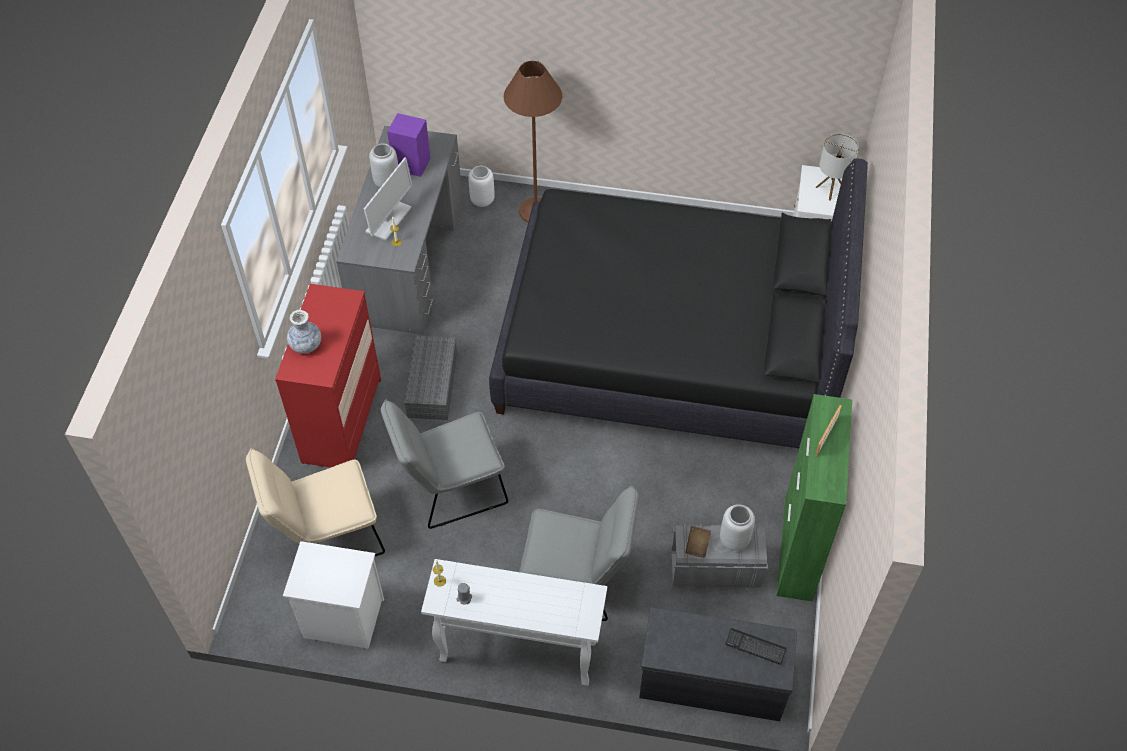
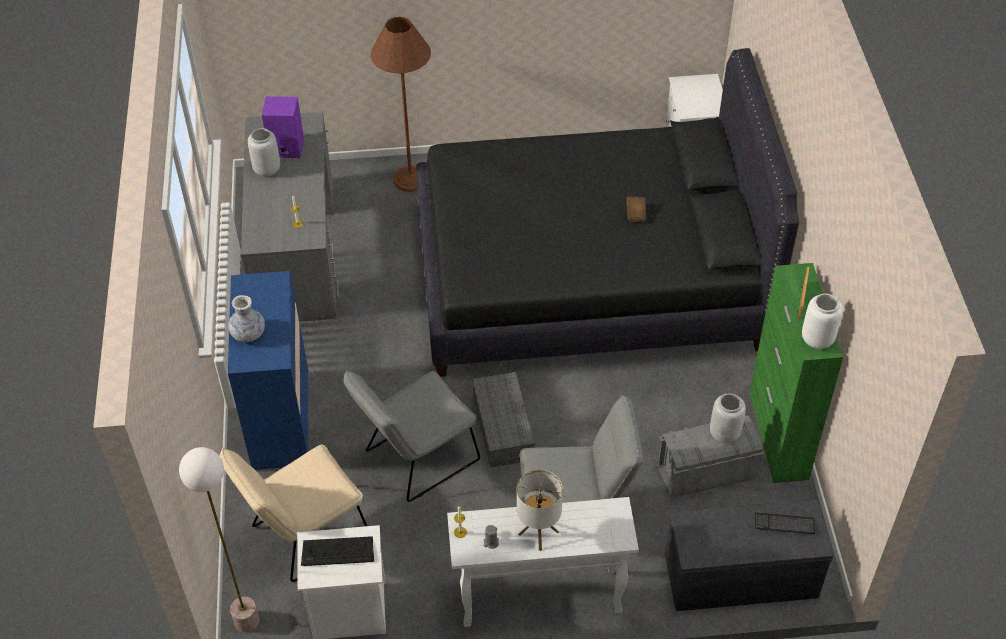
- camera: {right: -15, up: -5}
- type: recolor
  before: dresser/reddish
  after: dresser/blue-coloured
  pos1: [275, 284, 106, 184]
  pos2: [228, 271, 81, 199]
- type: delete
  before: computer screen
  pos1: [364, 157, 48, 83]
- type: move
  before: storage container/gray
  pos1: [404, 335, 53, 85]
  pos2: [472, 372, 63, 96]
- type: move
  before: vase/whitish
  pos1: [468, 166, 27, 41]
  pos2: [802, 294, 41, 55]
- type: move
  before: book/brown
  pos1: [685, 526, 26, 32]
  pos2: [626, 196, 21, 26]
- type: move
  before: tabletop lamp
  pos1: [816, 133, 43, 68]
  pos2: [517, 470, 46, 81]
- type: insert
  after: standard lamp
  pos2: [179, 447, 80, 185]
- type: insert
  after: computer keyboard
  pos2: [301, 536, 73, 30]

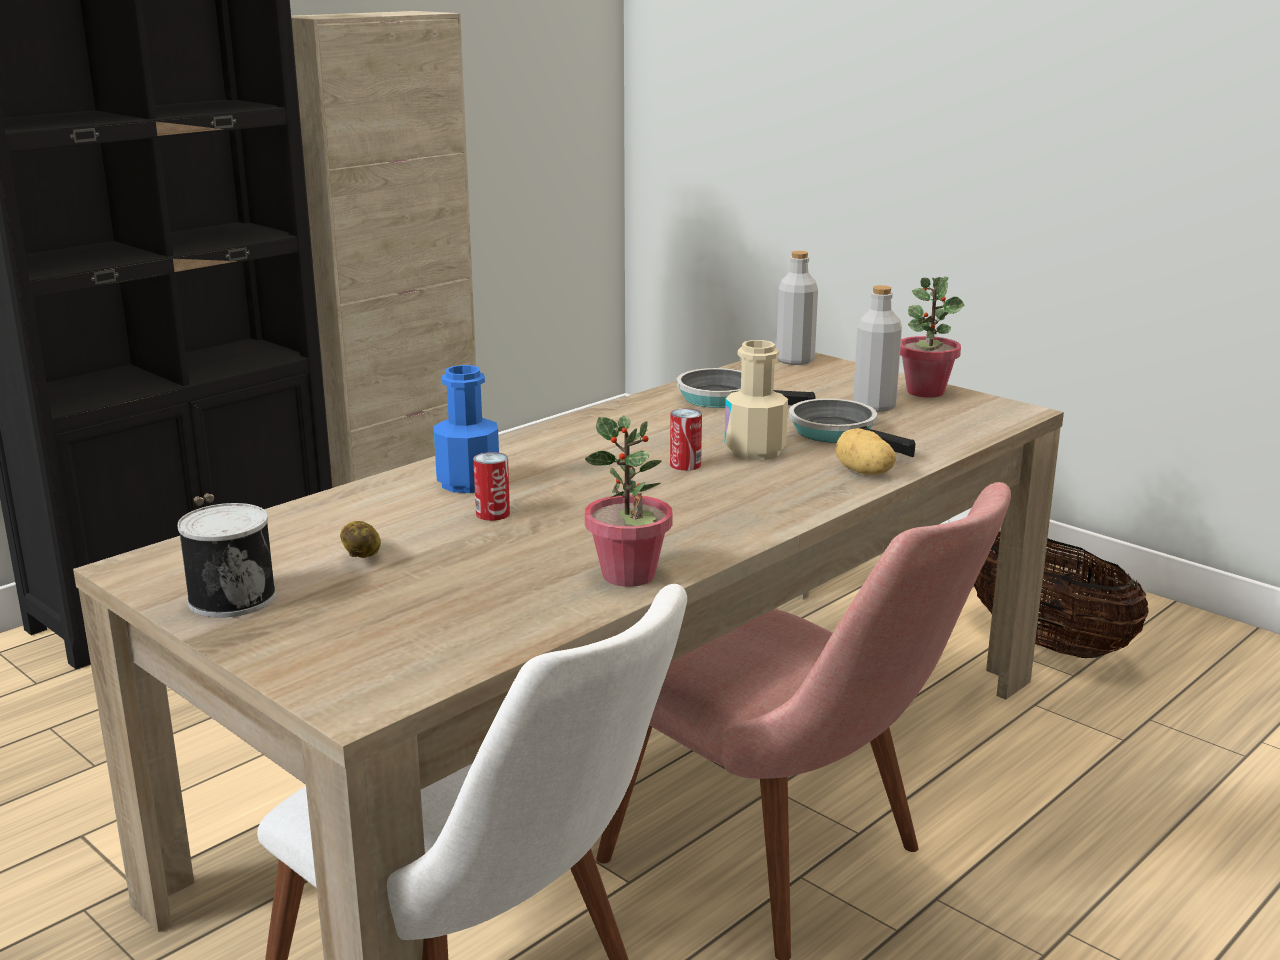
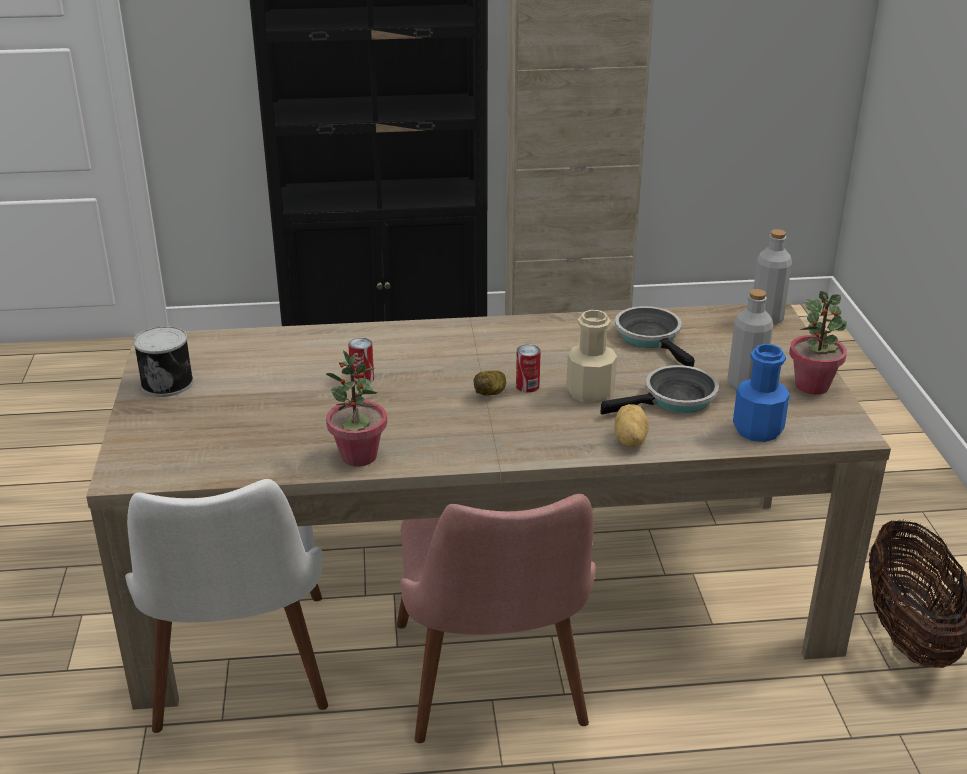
- camera: {right: 40, up: 10}
- type: move
  before: potato
  pos1: [340, 521, 41, 37]
  pos2: [473, 370, 33, 26]
- type: move
  before: drink bottle/blue-coloured
  pos1: [434, 365, 65, 128]
  pos2: [733, 344, 57, 98]
- type: rotate
  before: frying pan
  pos1: [789, 398, 127, 59]
  pos2: [600, 365, 119, 50]
  turn: 60

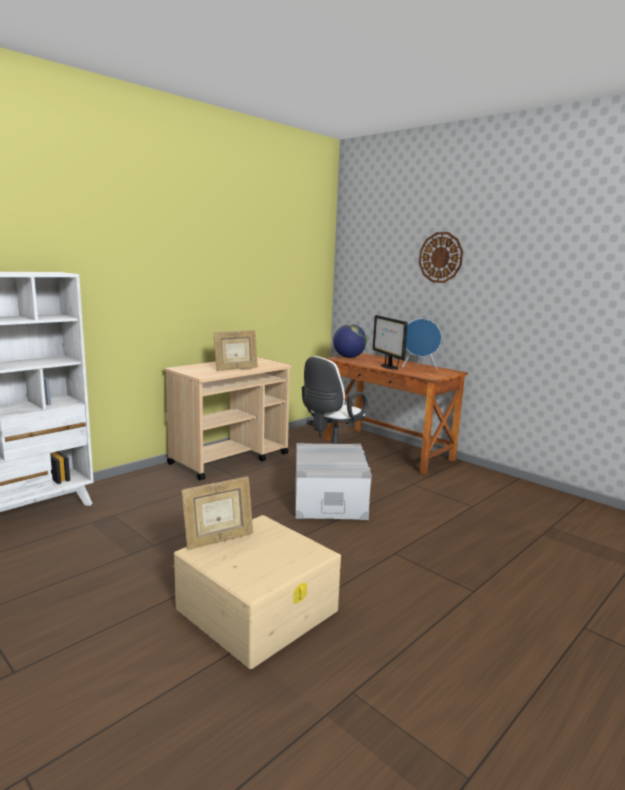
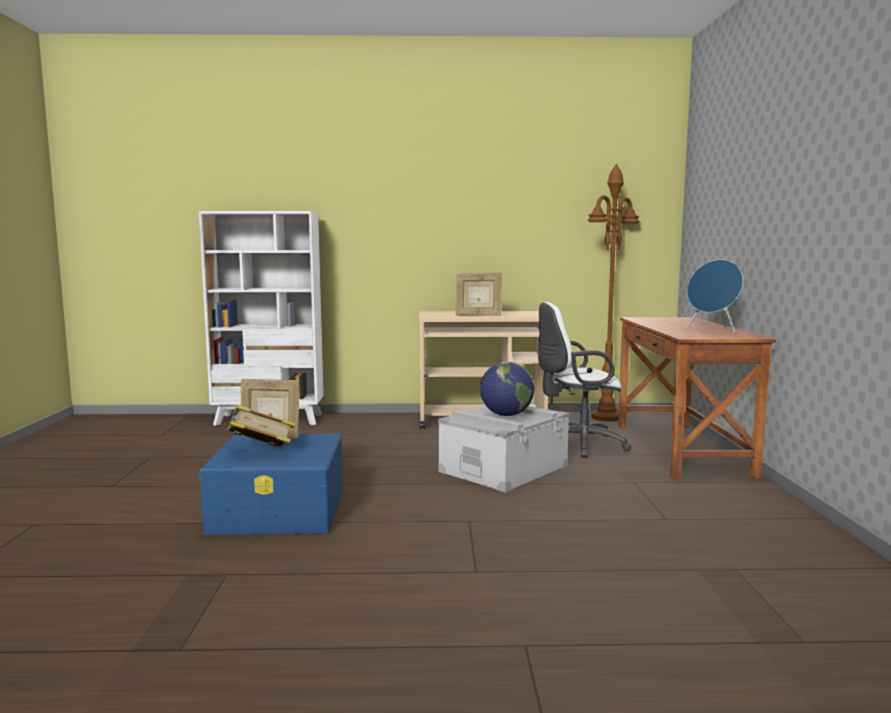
- camera: {right: 45, up: -5}
- type: recolor
  before: storage container/sand-coloured
  after: storage container/blue-coloured
  pos1: [173, 515, 168, 154]
  pos2: [199, 434, 144, 101]
- type: move
  before: desk globe
  pos1: [333, 324, 34, 34]
  pos2: [480, 362, 54, 54]
- type: delete
  before: computer screen
  pos1: [373, 315, 35, 55]
- type: delete
  before: wall clock
  pos1: [419, 232, 44, 51]
- type: insert
  after: book
  pos2: [223, 405, 73, 41]
- type: insert
  after: standard lamp/brown
  pos2: [587, 164, 53, 258]

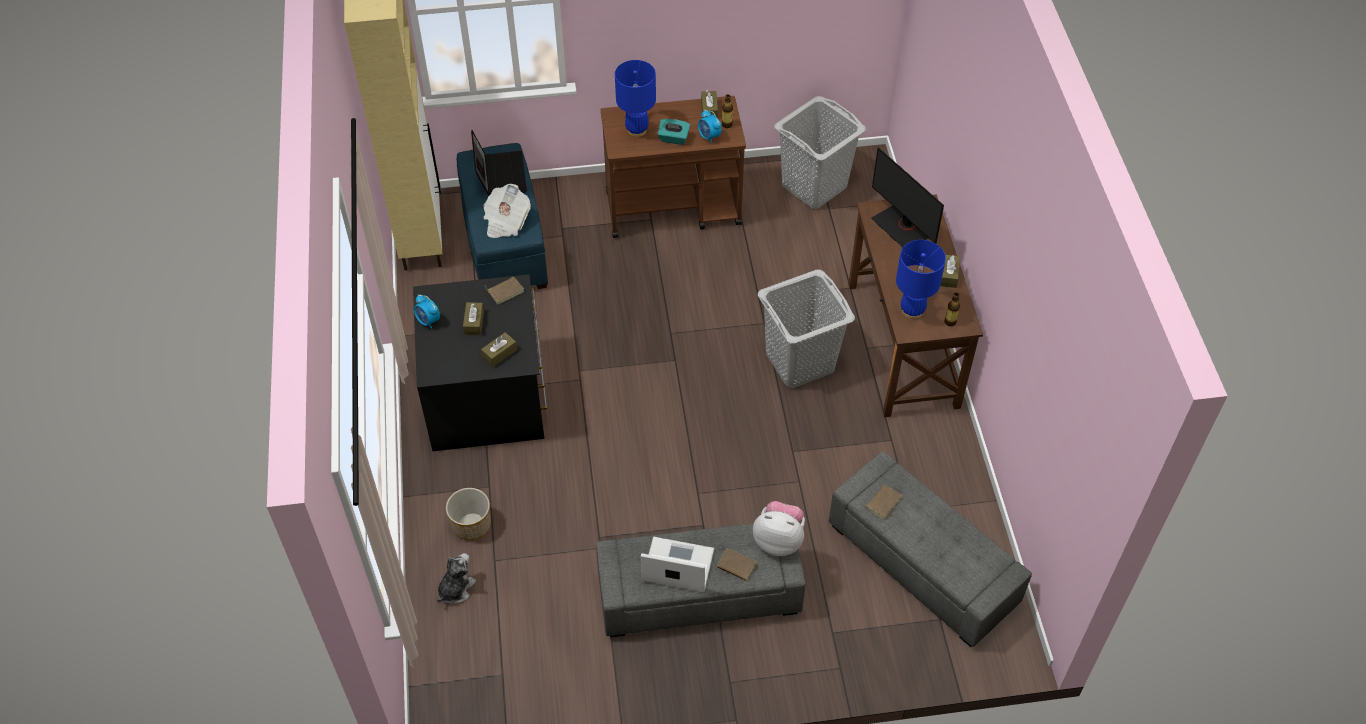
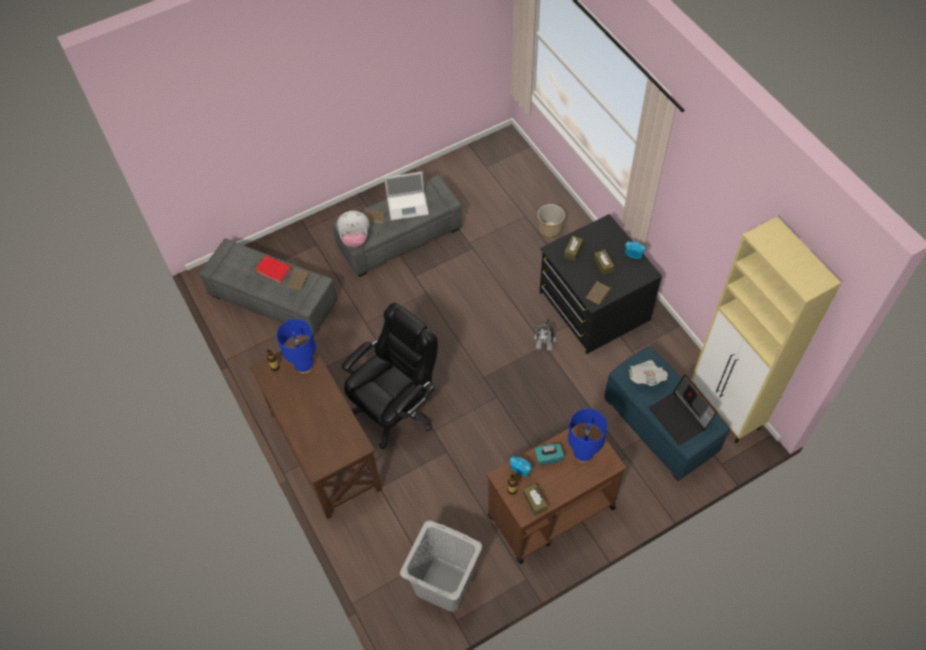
- camera: {right: 160, up: 5}
- type: move
  before: cuddly toy
  pos1: [437, 553, 39, 51]
  pos2: [534, 318, 22, 33]
- type: replace
  before: washing basket/gray
  after: office chair/black
  pos1: [758, 270, 97, 118]
  pos2: [342, 303, 96, 146]
- type: delete
  before: computer screen
  pos1: [871, 147, 73, 100]
- type: delete
  before: tissue holder/brown
  pos1: [940, 255, 20, 33]
- type: insert
  after: book/reddish
  pos2: [255, 255, 37, 29]

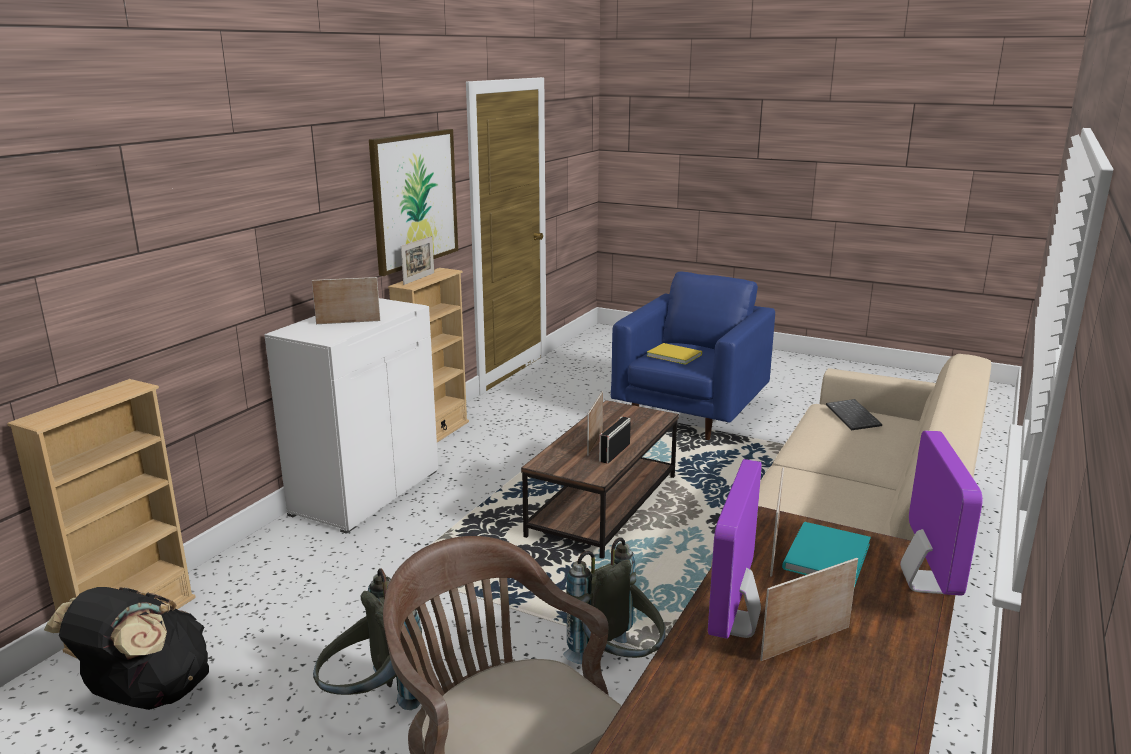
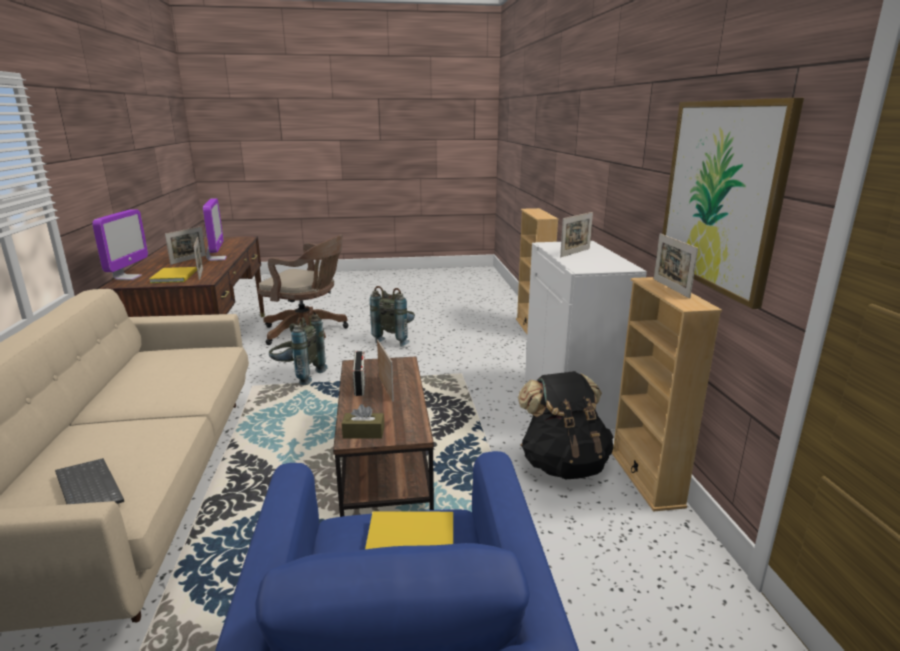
- camera: {right: 145, up: 0}
- type: move
  before: backpack/black
  pos1: [44, 587, 165, 123]
  pos2: [518, 371, 96, 108]
- type: recolor
  before: book/blue-green
  after: book/yellowish
  pos1: [782, 522, 89, 65]
  pos2: [149, 267, 48, 16]
- type: rotate
  before: computer screen
  pos1: [900, 431, 83, 165]
  pos2: [92, 209, 56, 71]
  turn: -150
- type: insert
  after: tissue holder/brown
  pos2: [342, 404, 42, 35]

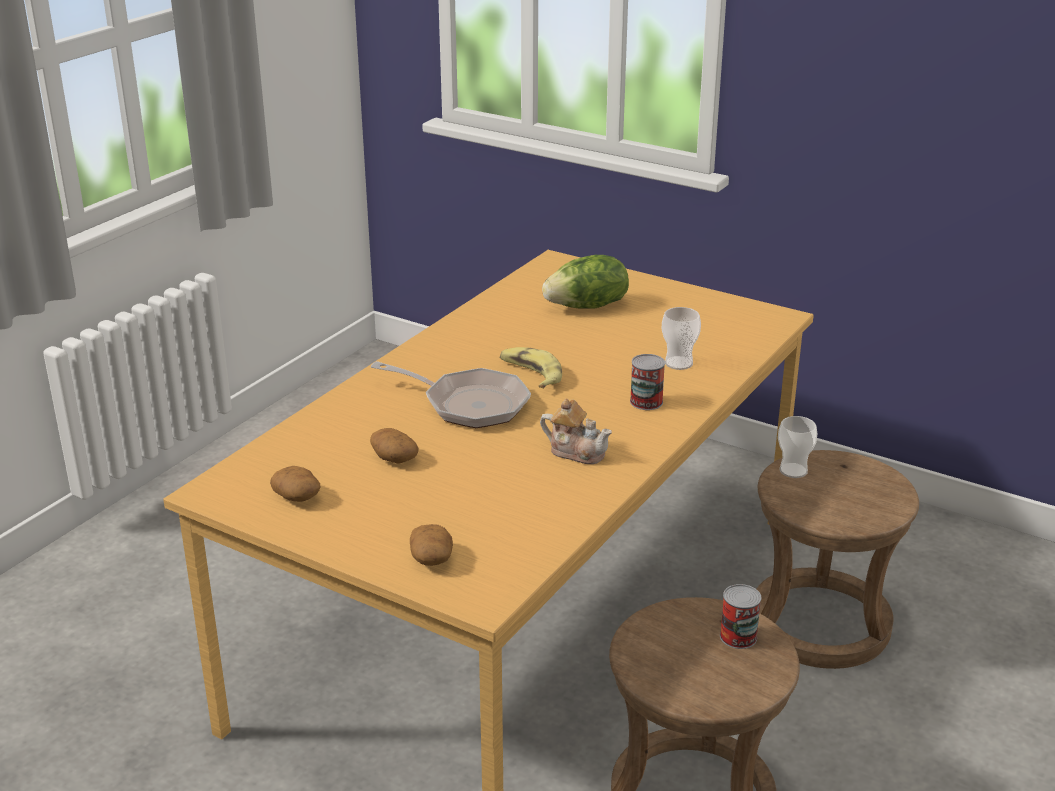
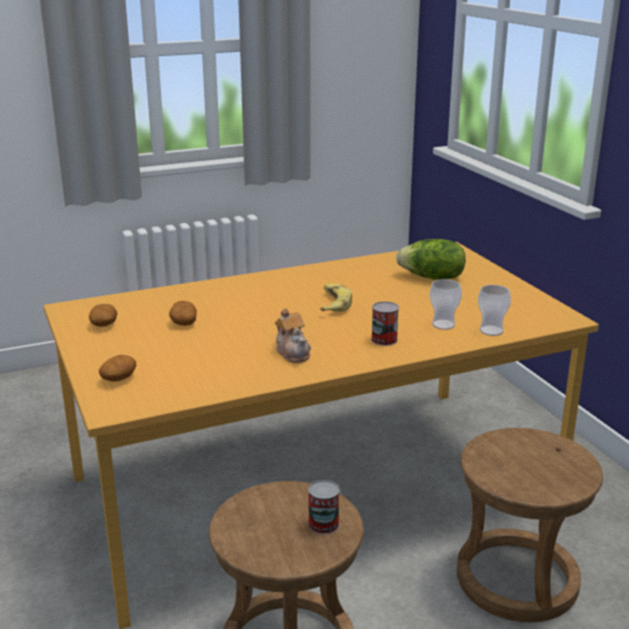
- camera: {right: 35, up: -5}
- type: delete
  before: frying pan
  pos1: [371, 361, 160, 67]
- type: move
  before: small cup
  pos1: [778, 416, 40, 62]
  pos2: [478, 285, 33, 51]

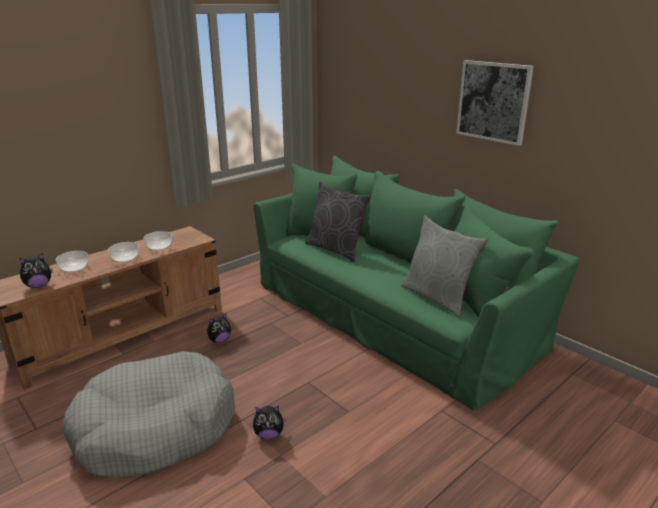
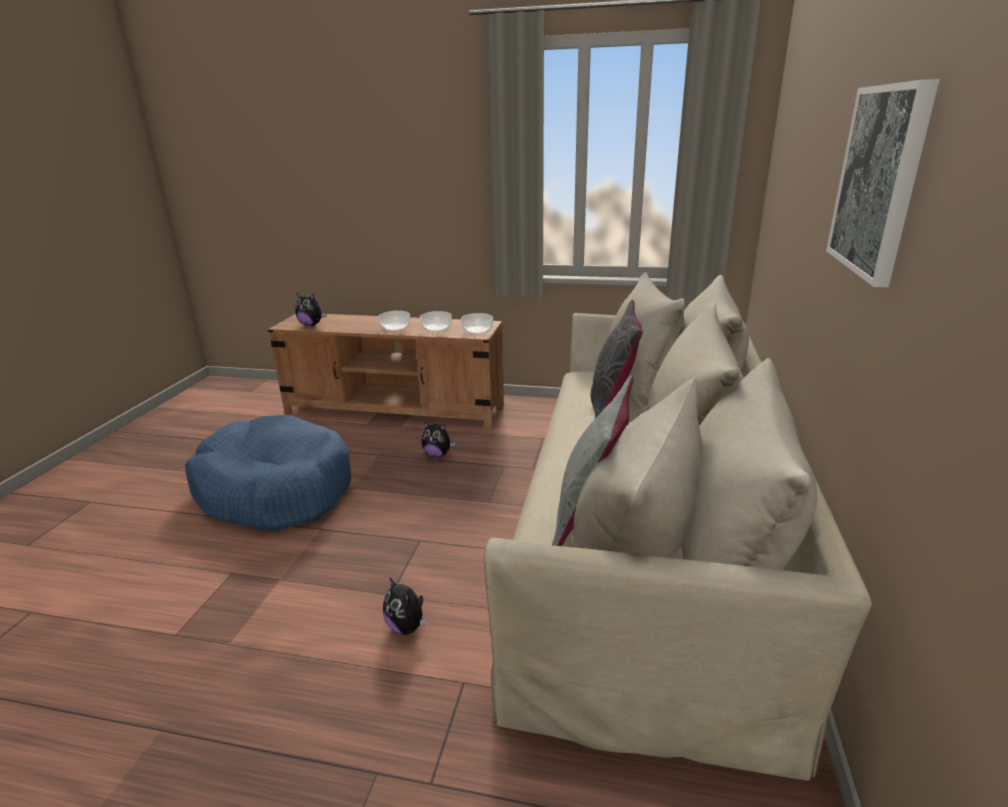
- camera: {right: 55, up: 0}
- type: move
  before: serving bowl
  pos1: [56, 251, 33, 22]
  pos2: [461, 313, 32, 21]
- type: recolor
  before: dog bed/gray
  after: dog bed/blue-coloured
  pos1: [62, 351, 173, 126]
  pos2: [185, 415, 167, 116]
- type: move
  before: cuddly toy
  pos1: [253, 406, 33, 33]
  pos2: [383, 577, 46, 58]
- type: recolor
  before: sofa/green-coloured
  after: sofa/sand-coloured
  pos1: [254, 156, 326, 254]
  pos2: [484, 272, 388, 508]

